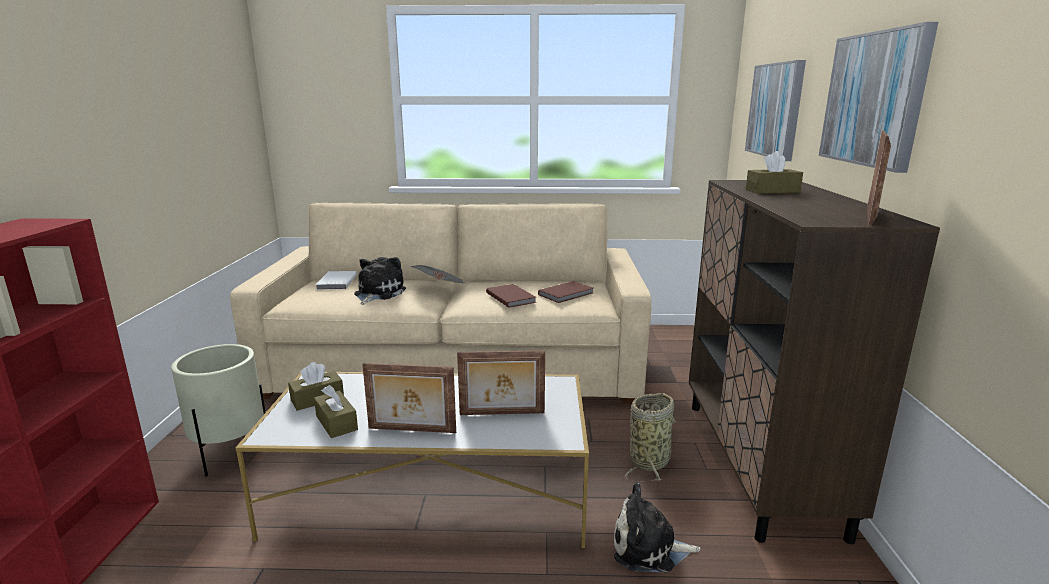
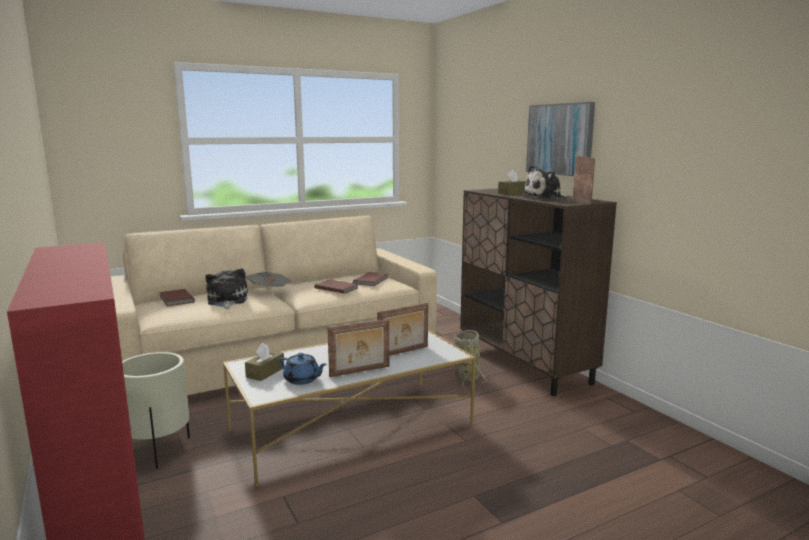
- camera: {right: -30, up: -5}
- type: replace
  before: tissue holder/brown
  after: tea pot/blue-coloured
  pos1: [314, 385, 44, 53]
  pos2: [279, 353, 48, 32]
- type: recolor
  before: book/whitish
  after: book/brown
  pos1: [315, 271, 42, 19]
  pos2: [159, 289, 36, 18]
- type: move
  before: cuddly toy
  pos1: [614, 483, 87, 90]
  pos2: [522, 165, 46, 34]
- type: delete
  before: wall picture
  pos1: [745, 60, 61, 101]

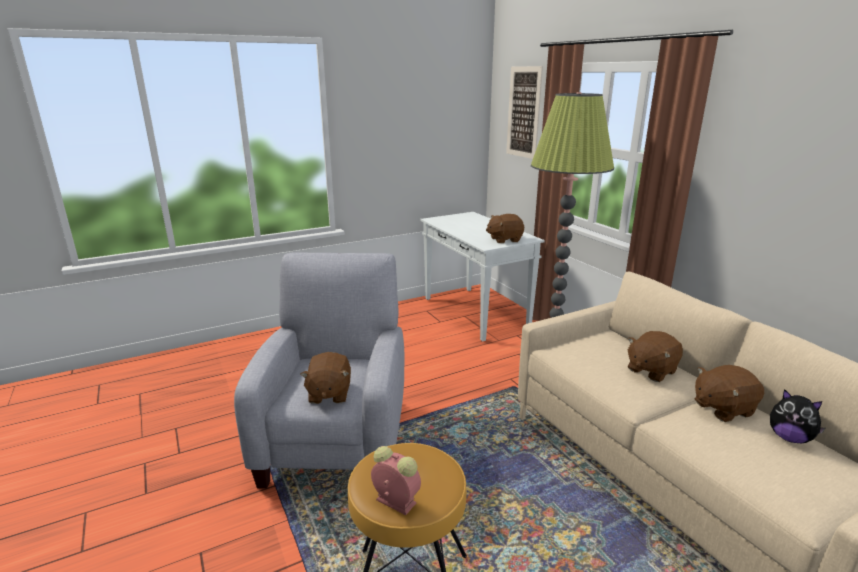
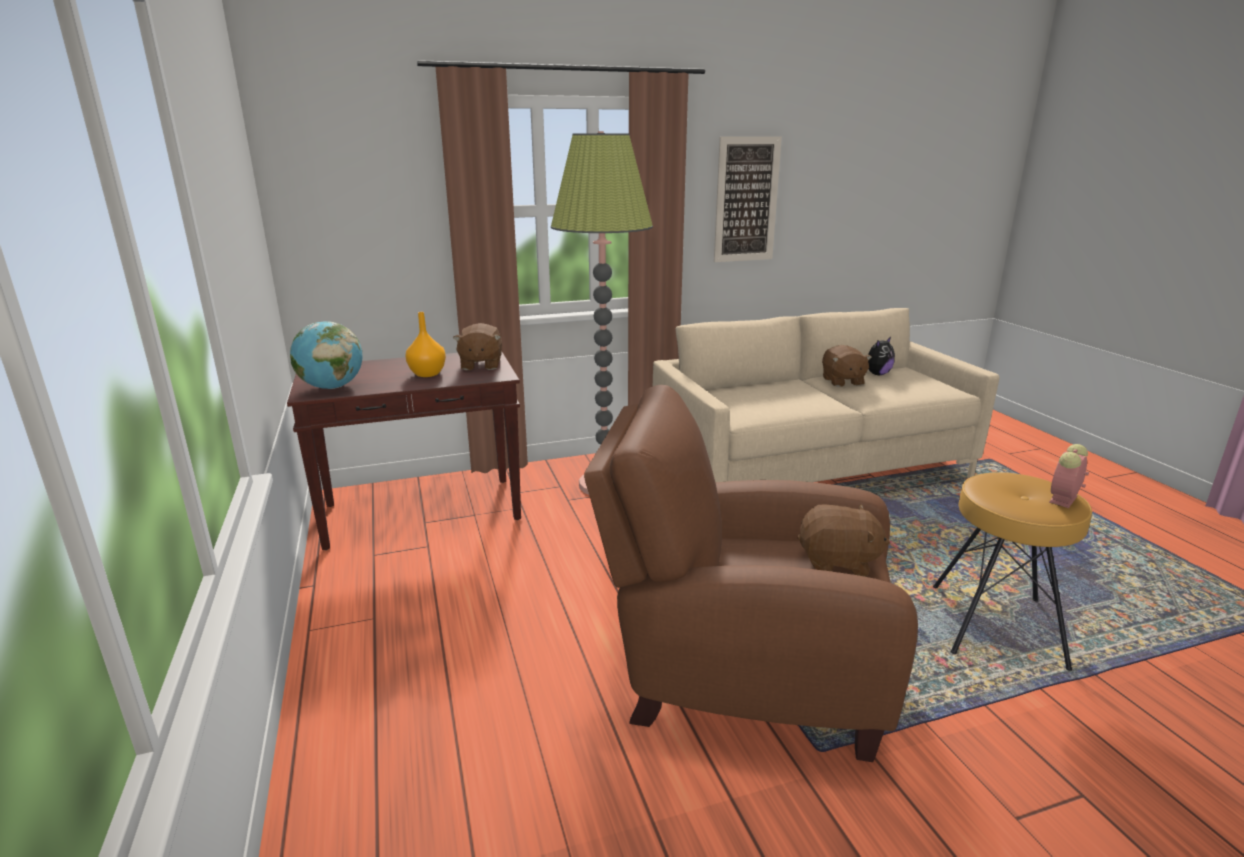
- camera: {right: -80, up: 0}
- type: recolor
  before: lounge chair/gray
  after: lounge chair/brown
  pos1: [234, 253, 170, 236]
  pos2: [584, 385, 334, 377]
- type: recolor
  before: console table/whitish
  after: console table/brown
  pos1: [420, 212, 125, 130]
  pos2: [287, 352, 234, 198]
- type: move
  before: wall picture
  pos1: [506, 66, 37, 93]
  pos2: [714, 137, 68, 125]
- type: delete
  before: cuddly toy/brown
  pos1: [627, 331, 56, 51]
- type: insert
  after: desk globe
  pos2: [290, 321, 72, 68]
- type: insert
  after: vase/orangey
  pos2: [406, 312, 40, 65]

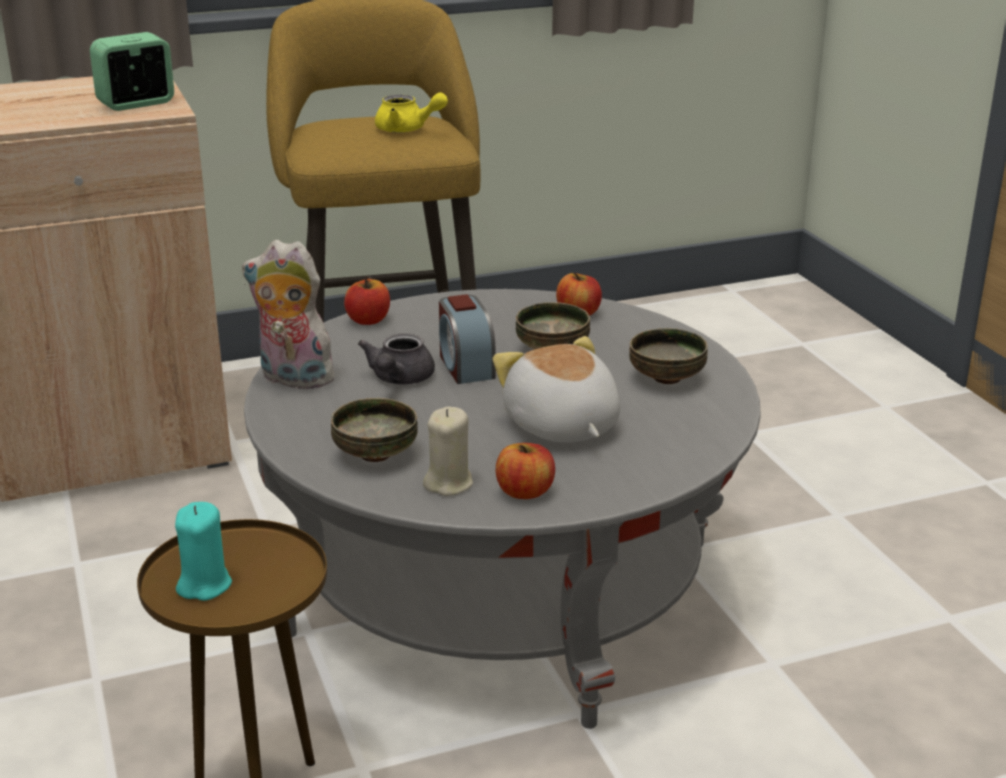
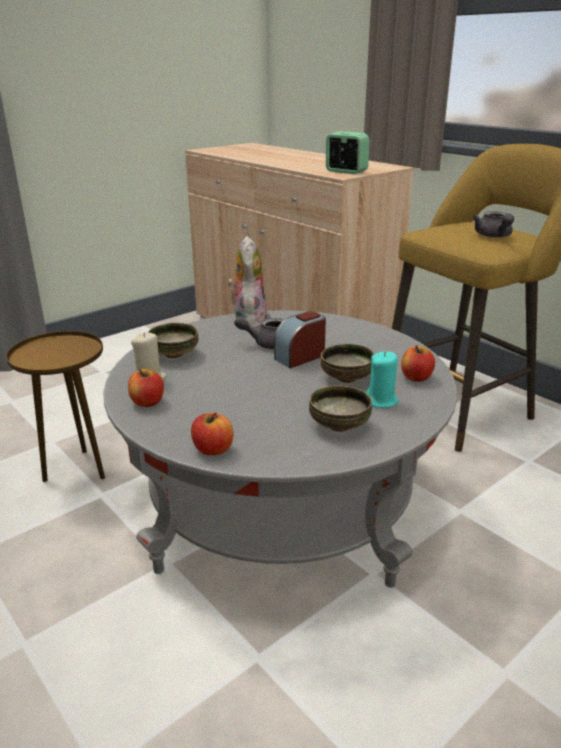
- camera: {right: 70, up: 0}
- type: move
  before: wax candle/blue-green
  pos1: [175, 502, 57, 99]
  pos2: [366, 351, 33, 57]
- type: move
  before: apple fruit
  pos1: [344, 277, 46, 48]
  pos2: [191, 412, 43, 43]
- type: recolor
  before: tea pot/yellowish
  after: tea pot/gray
  pos1: [375, 92, 73, 41]
  pos2: [472, 211, 42, 27]
- type: delete
  before: cuddly toy
  pos1: [493, 336, 127, 107]

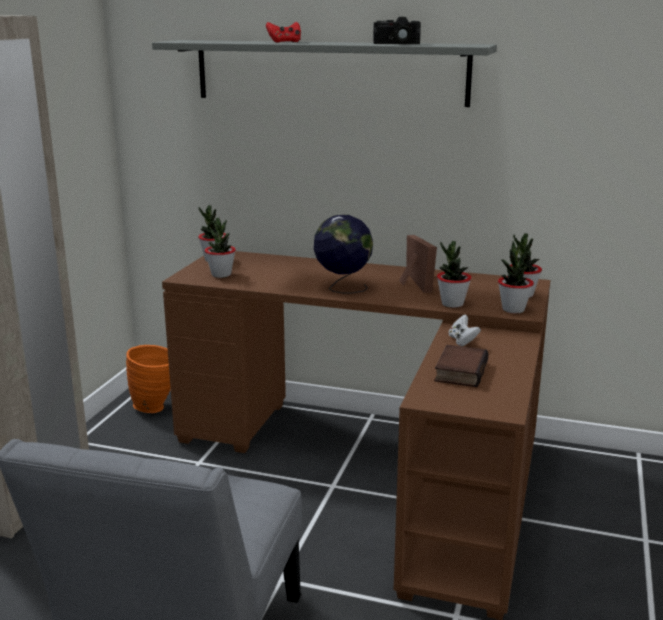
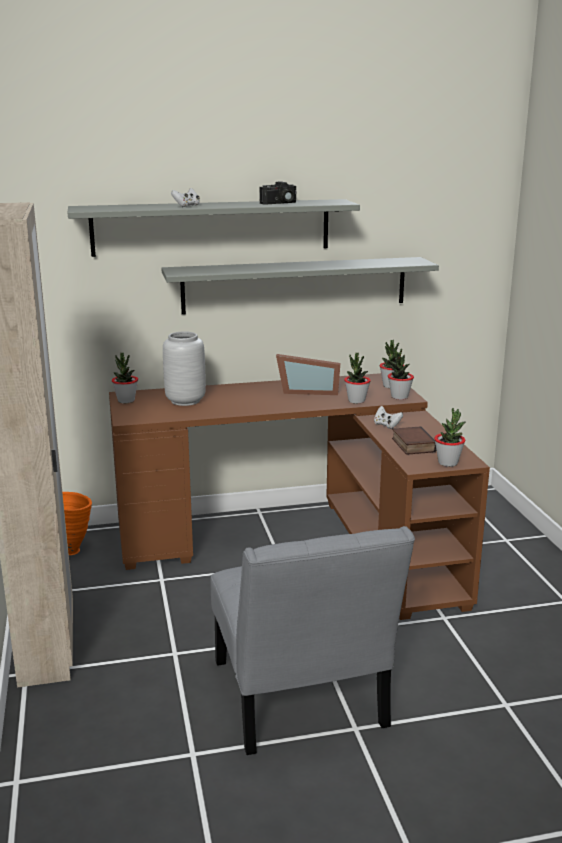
- camera: {right: -30, up: 0}
- type: move
  before: potted plant
  pos1: [205, 218, 31, 60]
  pos2: [434, 408, 31, 59]
- type: recolor
  before: gamepad/reddish
  after: gamepad/whitish
  pos1: [266, 22, 35, 21]
  pos2: [171, 188, 29, 19]
- type: delete
  before: desk globe
  pos1: [314, 215, 59, 78]
- type: rotate
  before: standing frame
  pos1: [399, 235, 38, 58]
  pos2: [276, 354, 64, 41]
  turn: 135
- type: insert
  after: wall shelf/gray
  pos2: [161, 257, 278, 57]
- type: insert
  after: vase/gray
  pos2: [163, 331, 43, 75]

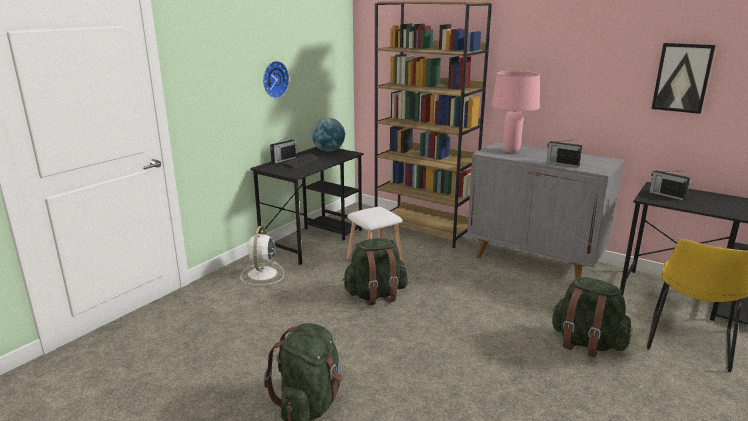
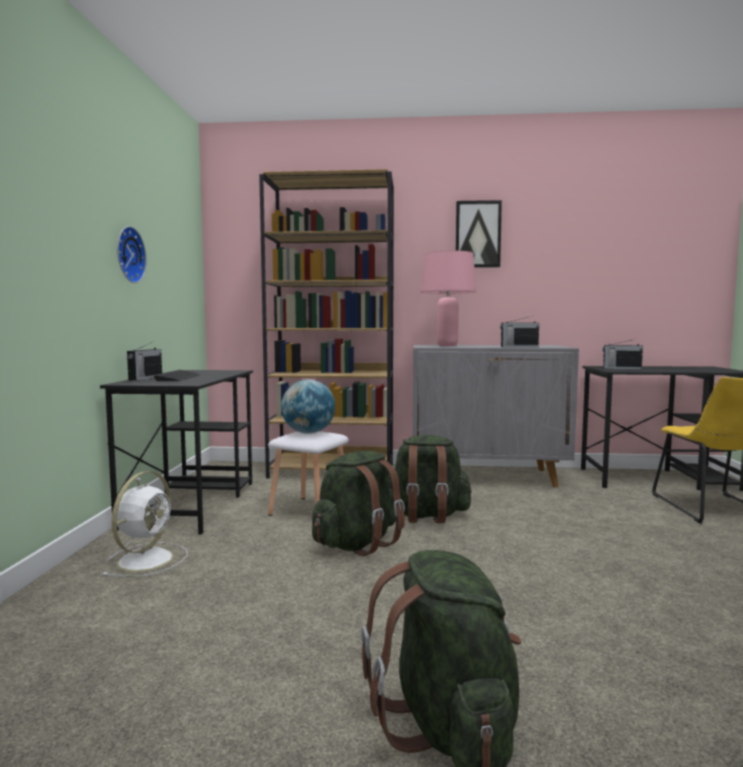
- camera: {right: -30, up: -15}
- type: rotate
  before: cooling fan/whitish
  pos1: [241, 226, 43, 59]
  pos2: [102, 471, 86, 106]
  turn: -135
- type: move
  before: desk globe
  pos1: [311, 118, 34, 33]
  pos2: [281, 380, 54, 54]
- type: move
  before: backpack/green-coloured
  pos1: [552, 277, 79, 81]
  pos2: [389, 435, 83, 88]
- type: move
  before: wall picture
  pos1: [652, 43, 64, 71]
  pos2: [456, 200, 46, 68]

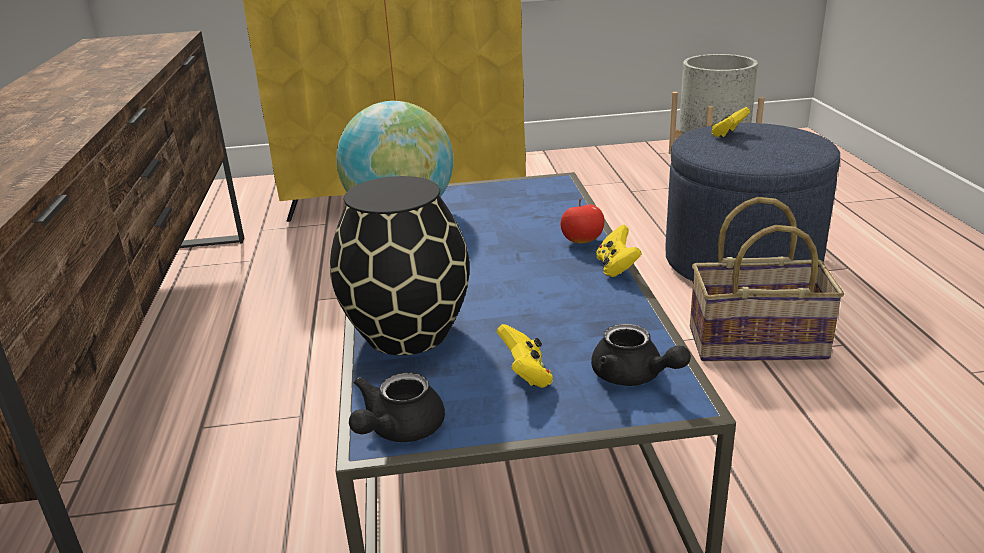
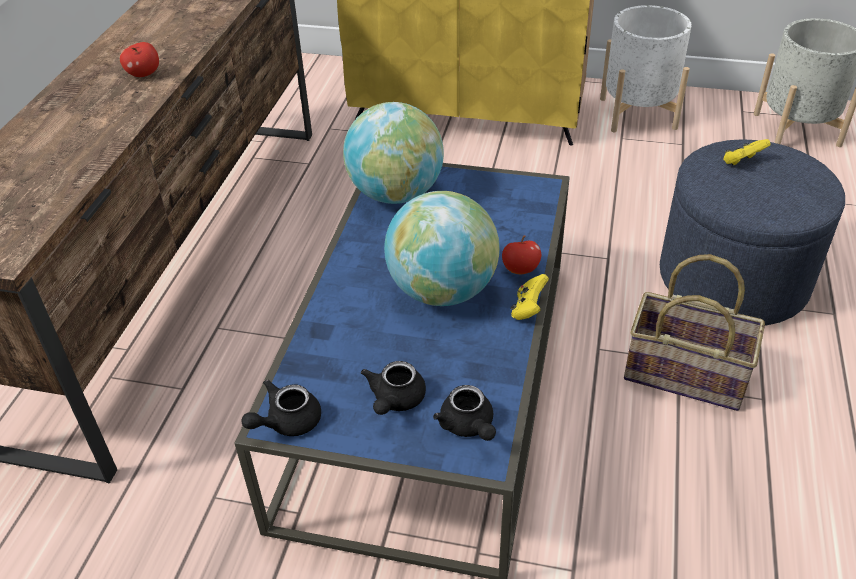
- camera: {right: 20, up: 15}
- type: delete
  before: vase/black
  pos1: [330, 176, 140, 179]
- type: replace
  before: gamepad/yellowish
  after: tea pot/black
  pos1: [497, 324, 56, 64]
  pos2: [361, 361, 65, 54]
- type: insert
  after: apple fruit
  pos2: [120, 42, 39, 35]
- type: insert
  after: desk globe
  pos2: [384, 191, 116, 115]
- type: insert
  after: plant pot/whitish
  pos2: [600, 5, 92, 127]

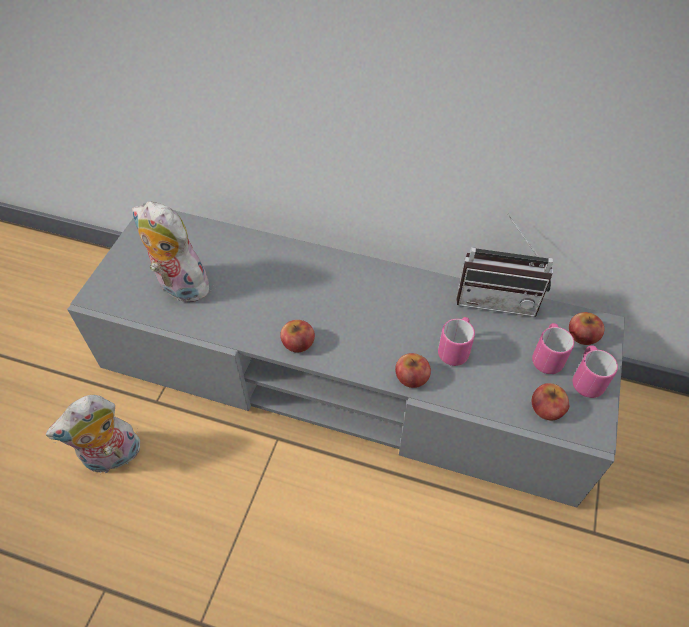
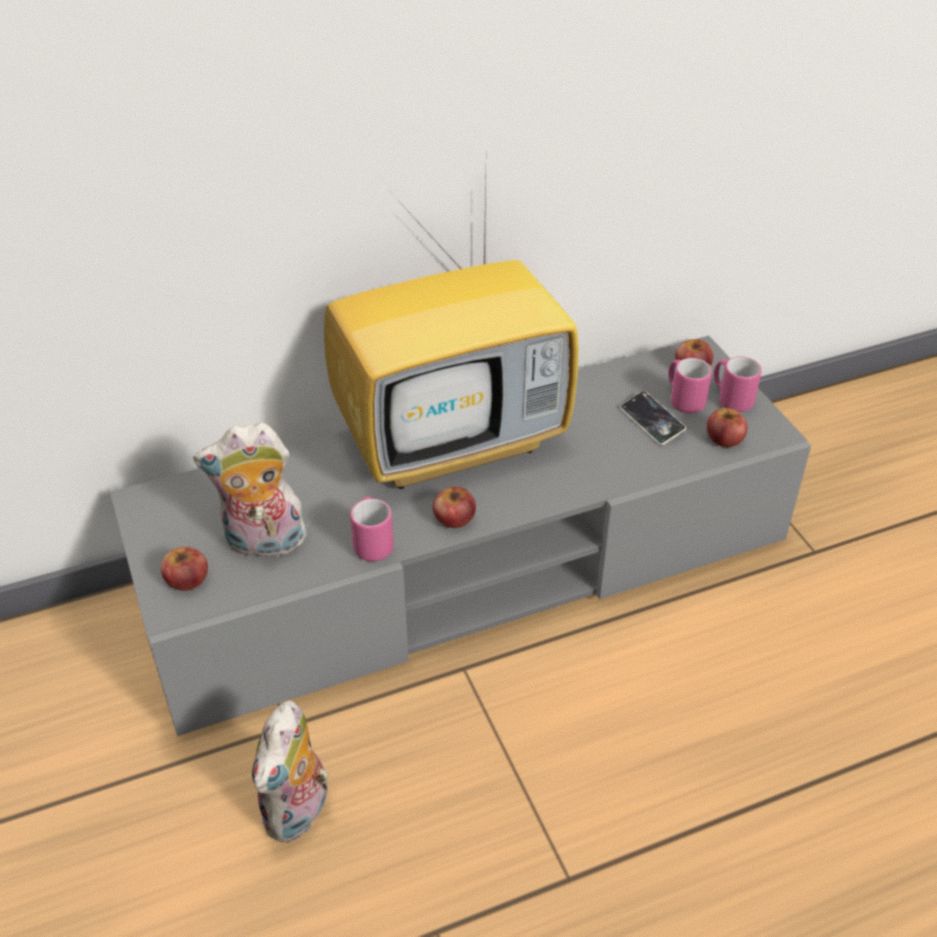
- camera: {right: -40, up: -10}
- type: move
  before: apple fruit
  pos1: [395, 353, 36, 35]
  pos2: [161, 547, 47, 44]
- type: move
  before: tea mug/pink-coloured
  pos1: [438, 317, 37, 49]
  pos2: [350, 497, 44, 64]
- type: delete
  before: radio receiver
  pos1: [456, 214, 97, 103]
- type: insert
  after: television
  pos2: [324, 180, 255, 309]
- type: insert
  after: telephone
  pos2: [620, 391, 66, 54]

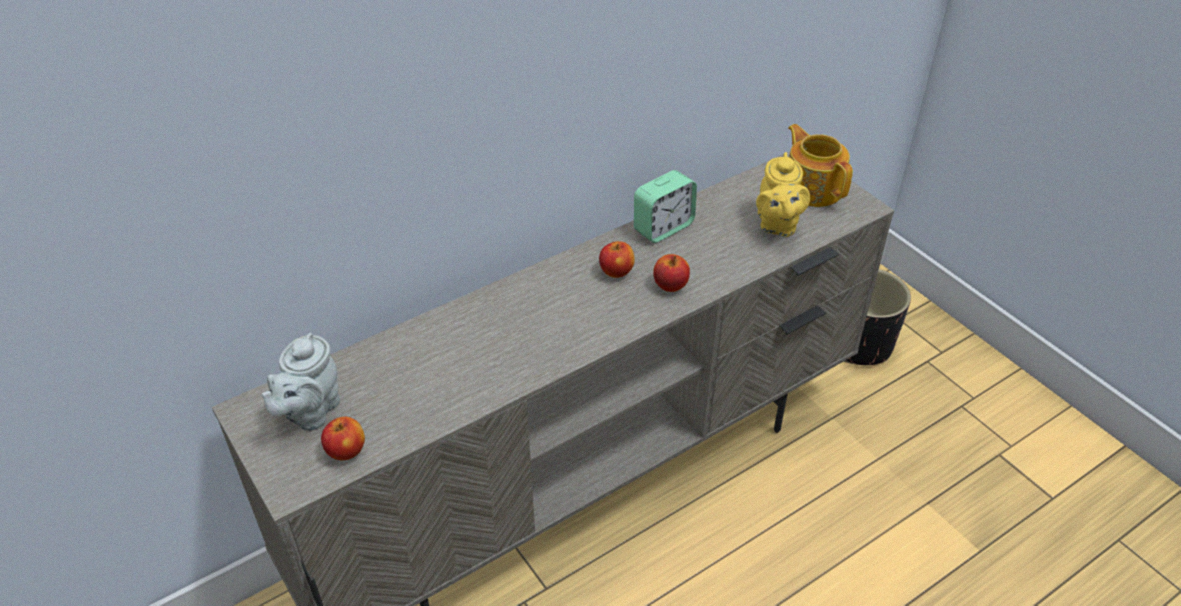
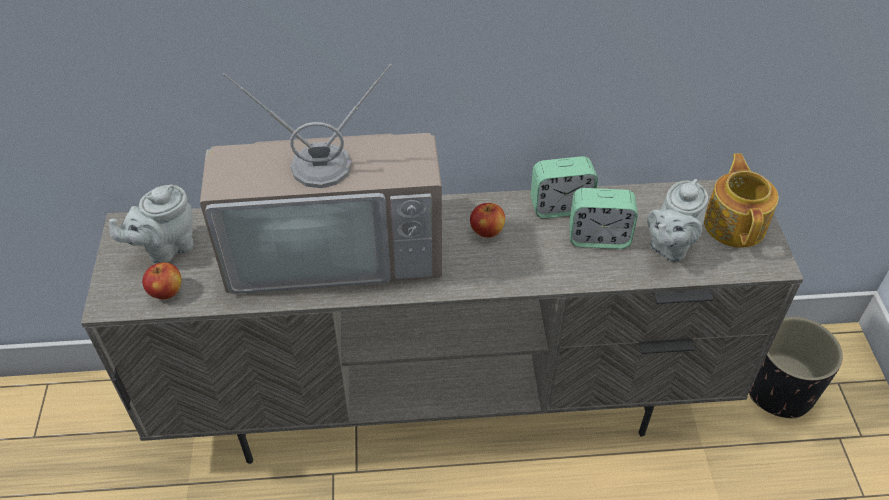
- camera: {right: 30, up: 5}
- type: delete
  before: apple fruit
  pos1: [653, 254, 37, 38]
- type: recolor
  before: tea pot/yellowish
  after: tea pot/gray
  pos1: [756, 152, 54, 85]
  pos2: [647, 179, 61, 83]
- type: insert
  after: television
  pos2: [200, 64, 242, 230]
- type: insert
  after: bedside clock
  pos2: [569, 188, 69, 61]

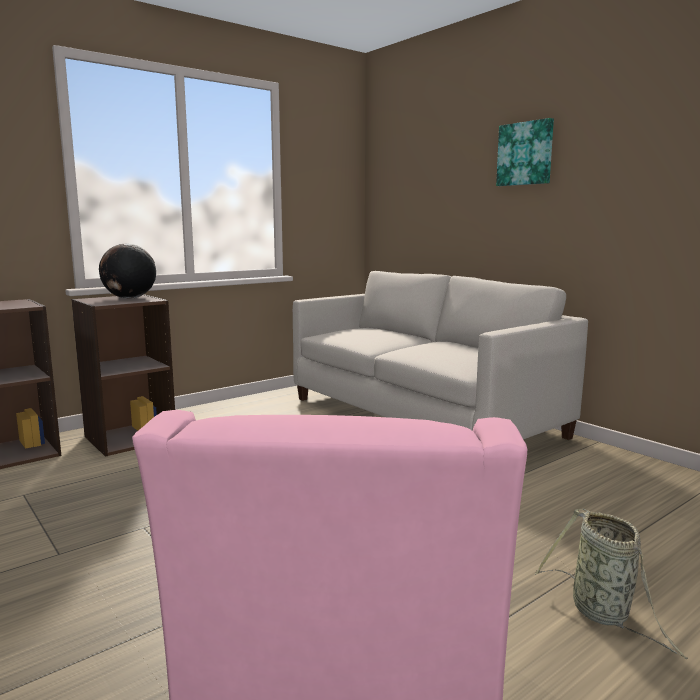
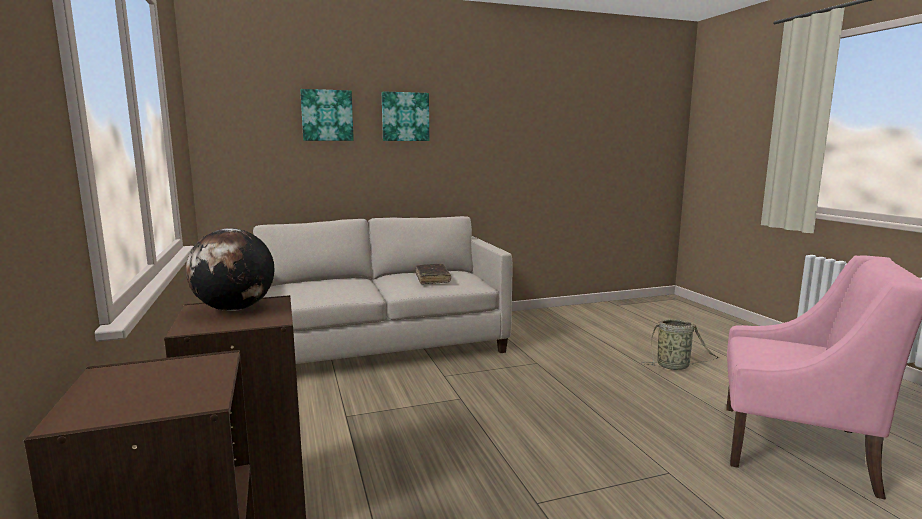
- camera: {right: -70, up: 0}
- type: insert
  after: wall picture
  pos2: [300, 89, 54, 52]
- type: insert
  after: book/brown
  pos2: [416, 264, 35, 20]

